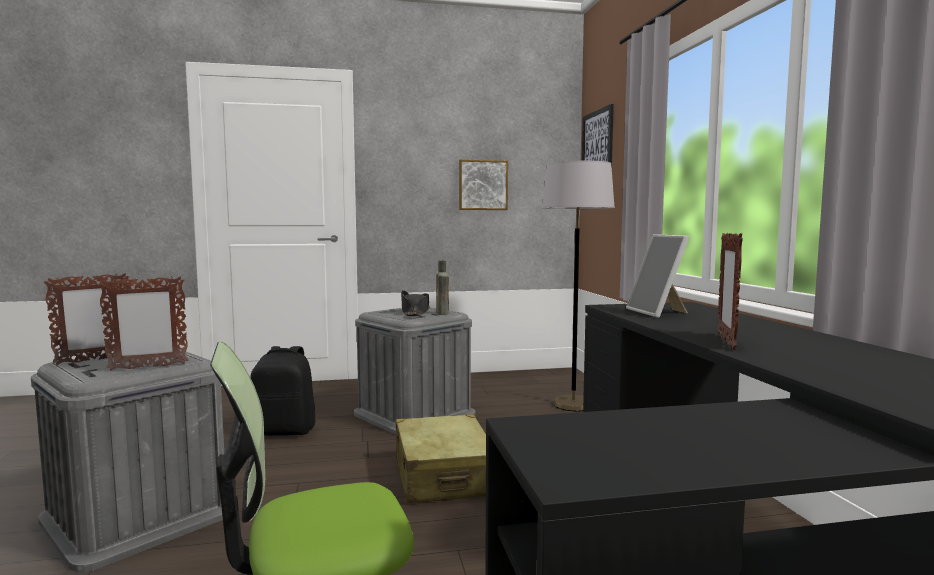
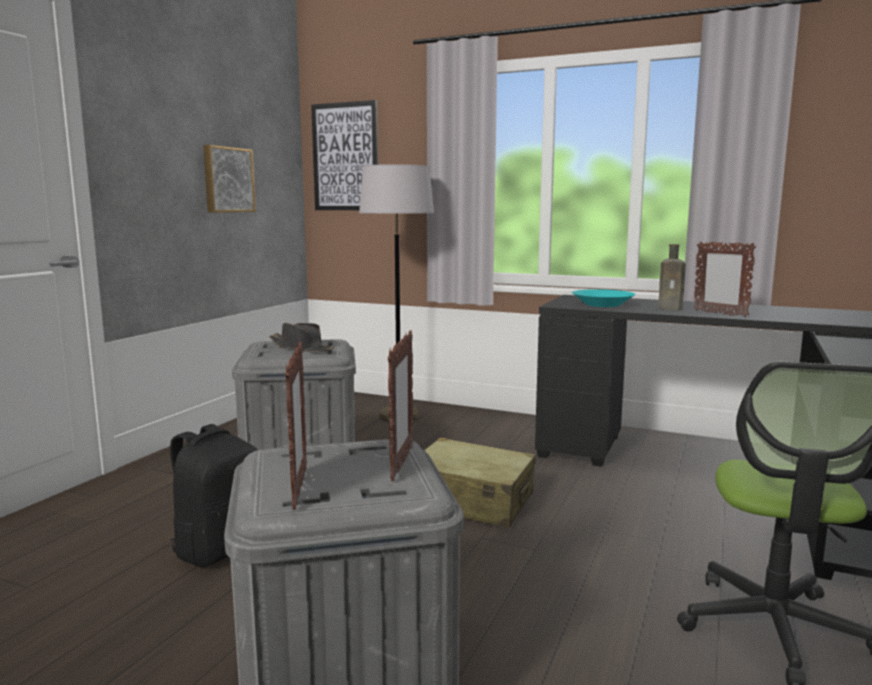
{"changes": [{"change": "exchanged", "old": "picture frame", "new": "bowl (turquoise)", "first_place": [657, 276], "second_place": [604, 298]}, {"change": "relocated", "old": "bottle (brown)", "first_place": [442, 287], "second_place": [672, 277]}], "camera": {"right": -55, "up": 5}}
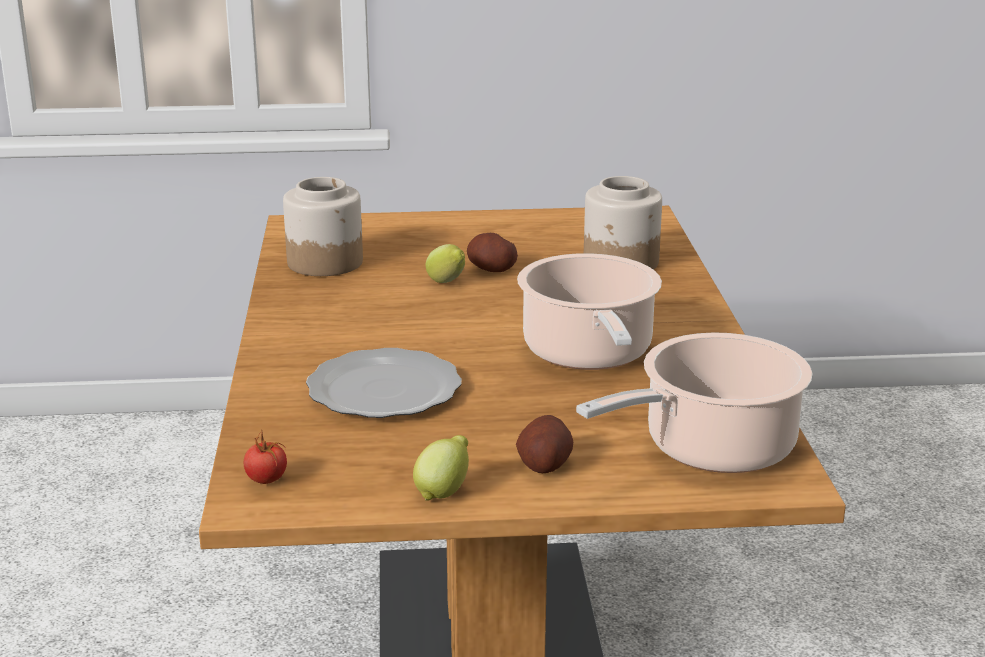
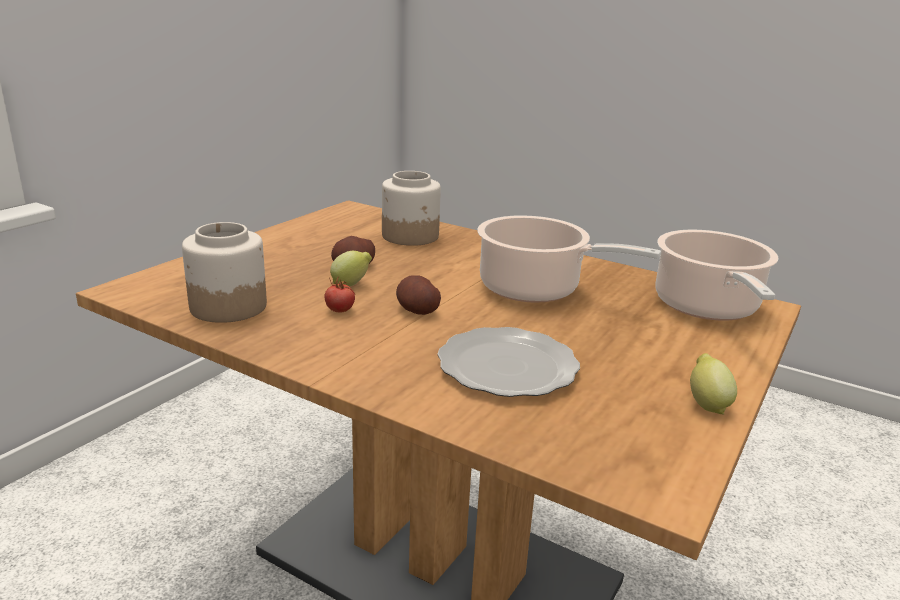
{"changes": [{"change": "relocated", "old": "tomato", "first_place": [265, 456], "second_place": [339, 293]}, {"change": "relocated", "old": "potato", "first_place": [544, 444], "second_place": [418, 295]}], "camera": {"right": -55, "up": 0}}
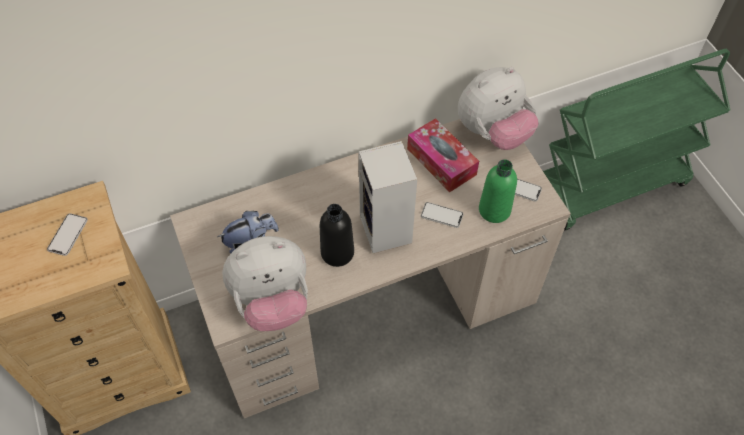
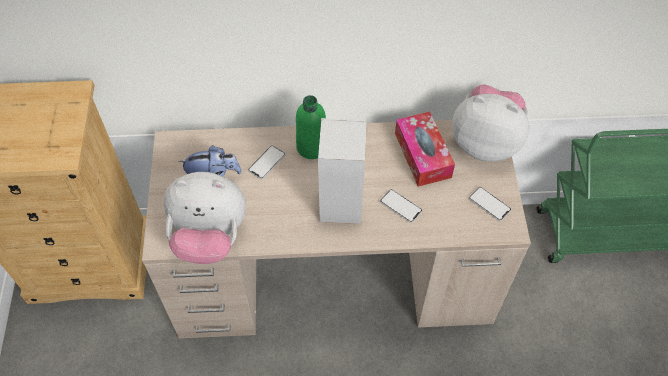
{"changes": [{"change": "relocated", "old": "phone", "first_place": [67, 234], "second_place": [267, 162]}, {"change": "relocated", "old": "bottle (green)", "first_place": [498, 191], "second_place": [311, 127]}, {"change": "spun", "old": "plush toy", "first_place": [498, 108], "second_place": [490, 123], "degrees": -150}, {"change": "missing", "old": "bottle (black)", "first_place": [337, 235]}], "camera": {"right": 20, "up": 0}}
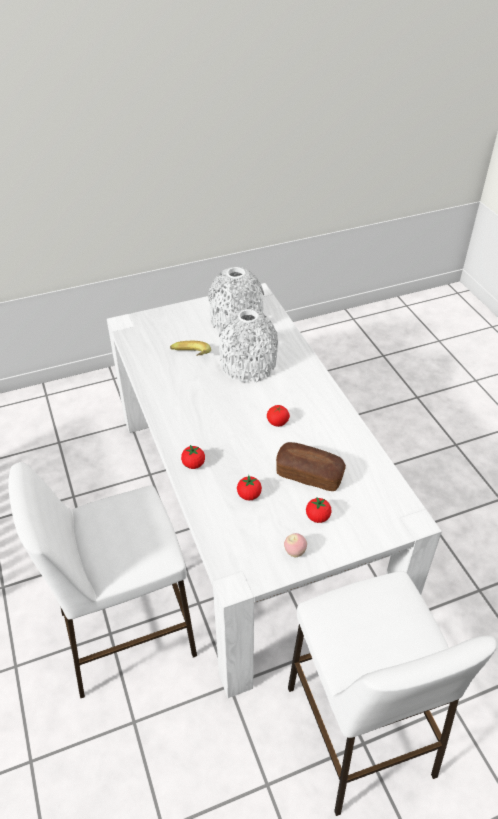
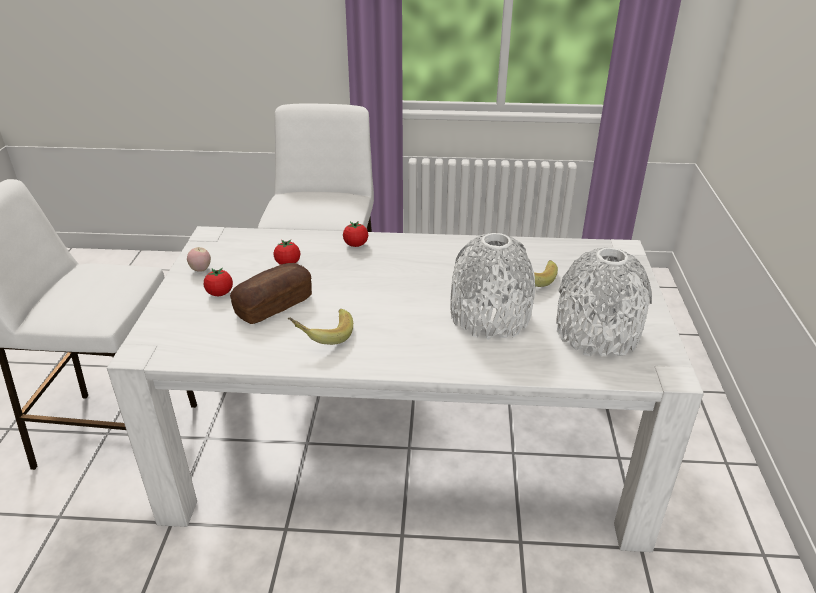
{"changes": [{"change": "appeared", "new": "banana", "second_place": [320, 327]}, {"change": "missing", "old": "tomato", "first_place": [278, 416]}], "camera": {"right": 115, "up": -10}}
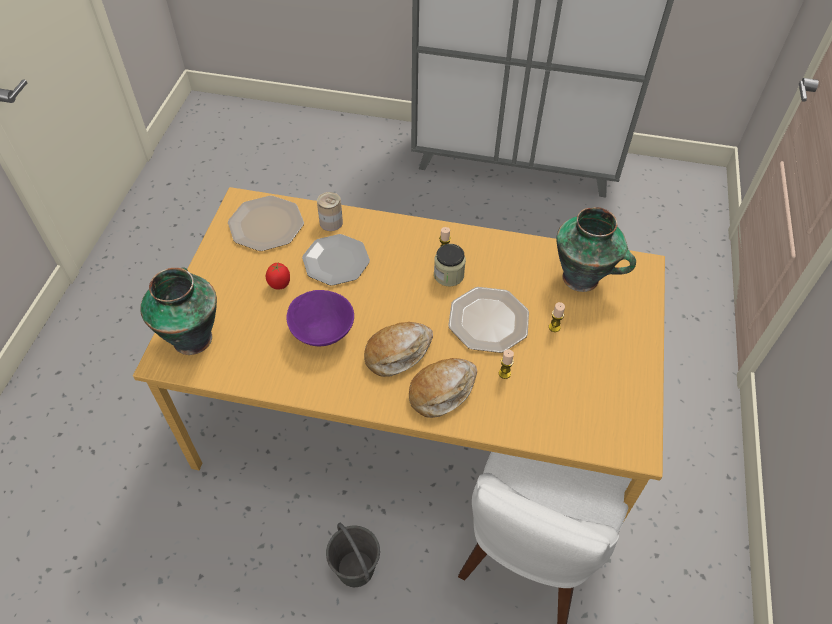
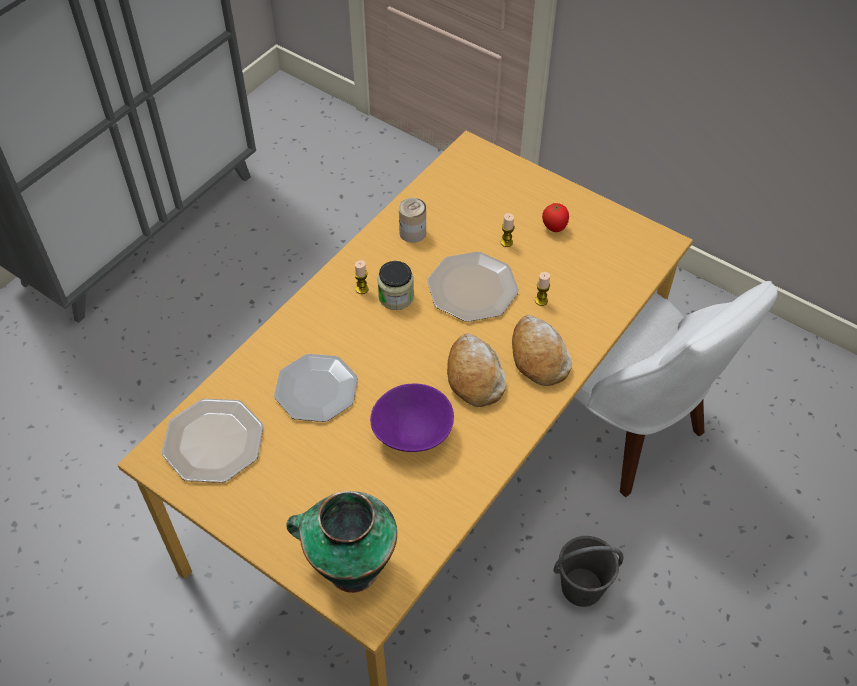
{"changes": [{"change": "relocated", "old": "can", "first_place": [330, 211], "second_place": [412, 220]}, {"change": "relocated", "old": "tomato", "first_place": [278, 276], "second_place": [555, 217]}, {"change": "missing", "old": "vase", "first_place": [596, 249]}], "camera": {"right": -65, "up": 0}}
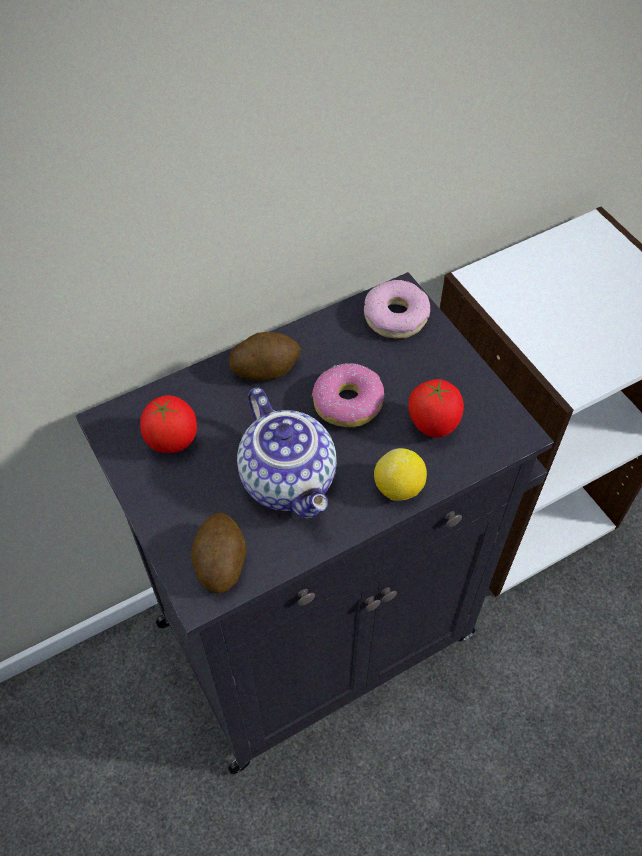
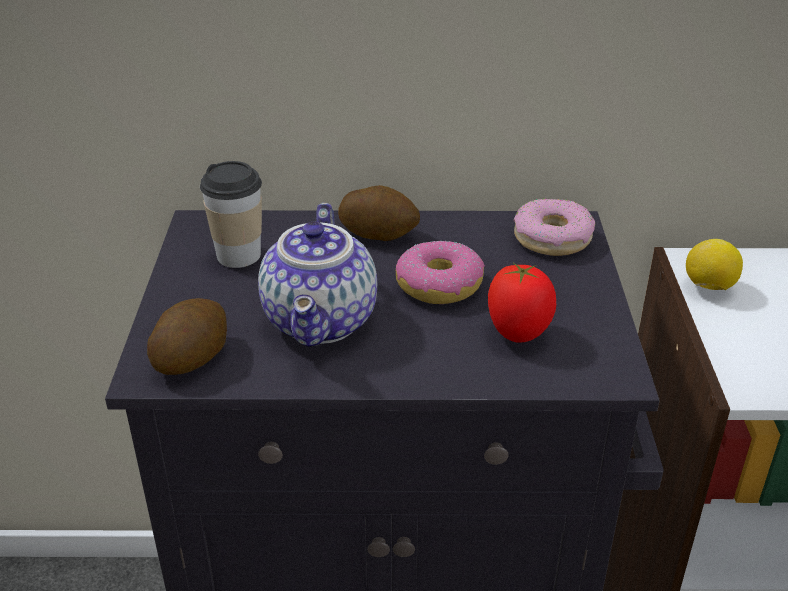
{"changes": [{"change": "exchanged", "old": "tomato", "new": "cup", "first_place": [168, 424], "second_place": [231, 214]}, {"change": "relocated", "old": "lemon", "first_place": [400, 474], "second_place": [714, 264]}], "camera": {"right": 30, "up": -20}}
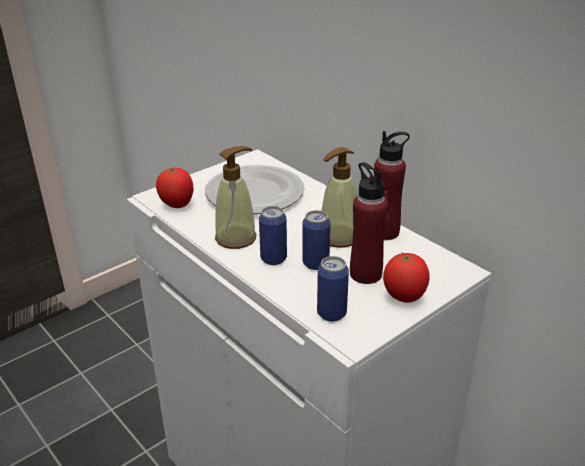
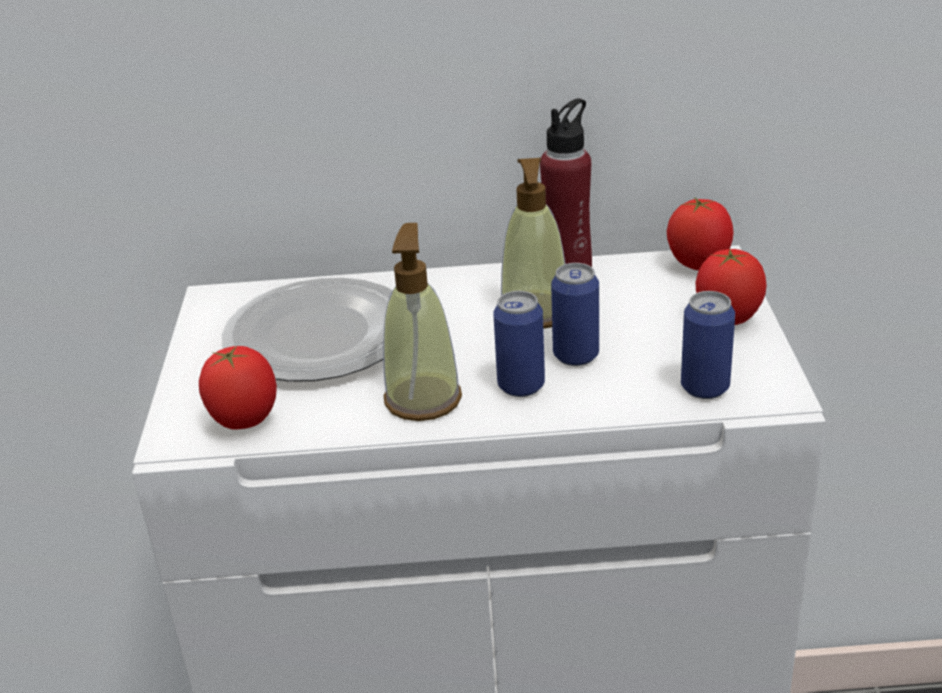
{"changes": [{"change": "appeared", "new": "tomato", "second_place": [700, 233]}, {"change": "missing", "old": "bottle (red)", "first_place": [369, 223]}], "camera": {"right": -50, "up": 0}}
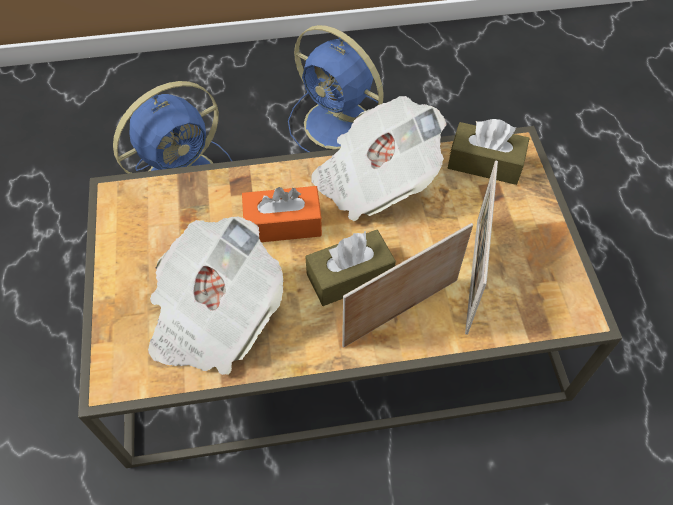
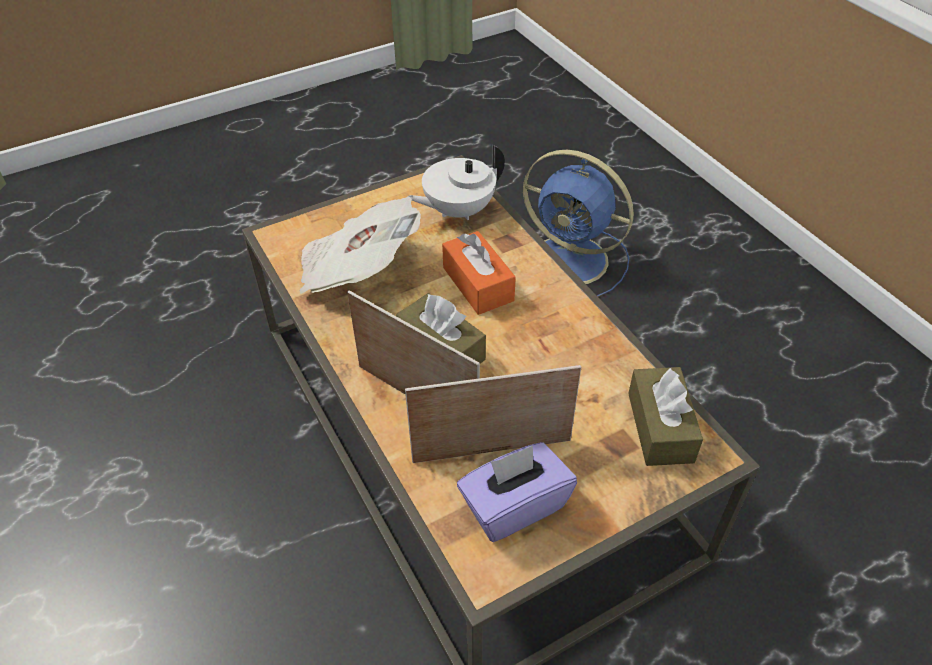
{"changes": [{"change": "appeared", "new": "teapot (white)", "second_place": [456, 182]}, {"change": "appeared", "new": "tissue box (purple)", "second_place": [517, 492]}, {"change": "missing", "old": "fan (blue)", "first_place": [336, 88]}, {"change": "missing", "old": "newspaper", "first_place": [379, 158]}], "camera": {"right": 70, "up": -10}}
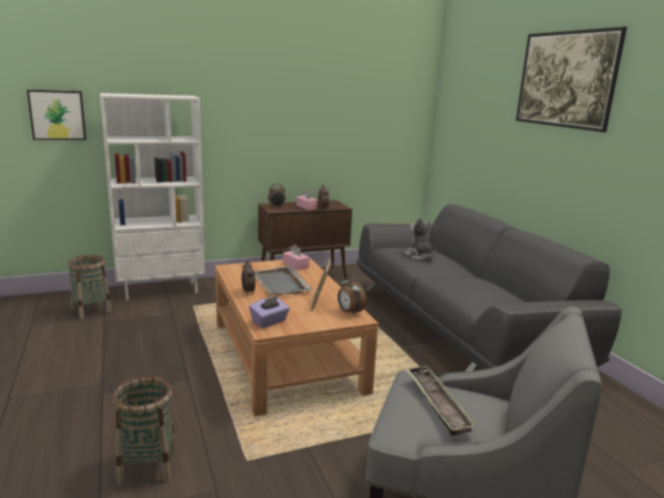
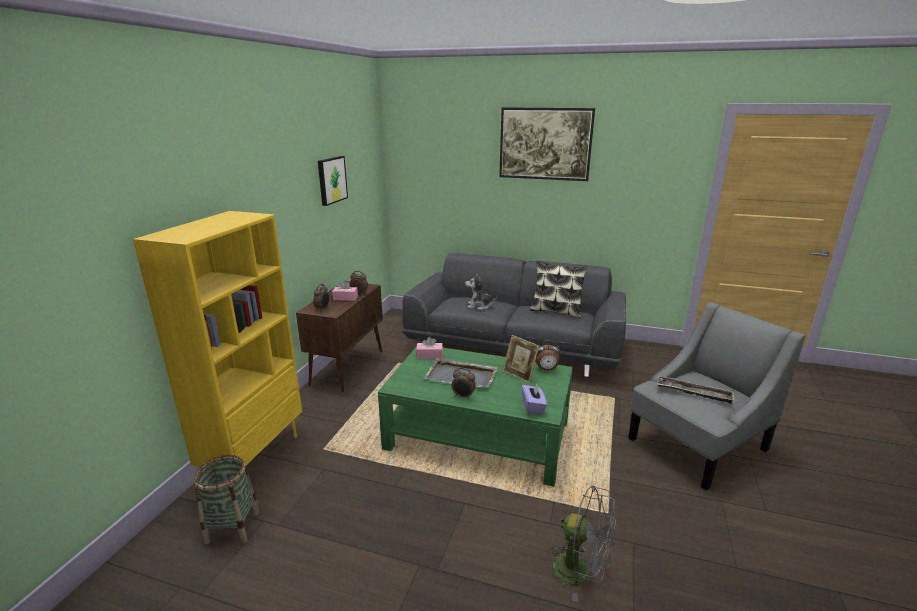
{"changes": [{"change": "colour", "old": "bookcase (white)", "new": "bookcase (yellow)", "first_place": [152, 197], "second_place": [217, 339]}, {"change": "relocated", "old": "picture", "first_place": [56, 115], "second_place": [333, 181]}, {"change": "colour", "old": "coffee table (brown)", "new": "coffee table (green)", "first_place": [296, 337], "second_place": [475, 416]}, {"change": "appeared", "new": "pillow", "second_place": [559, 289]}, {"change": "exchanged", "old": "basket", "new": "fan (grey)", "first_place": [144, 431], "second_place": [581, 544]}], "camera": {"right": -50, "up": 5}}
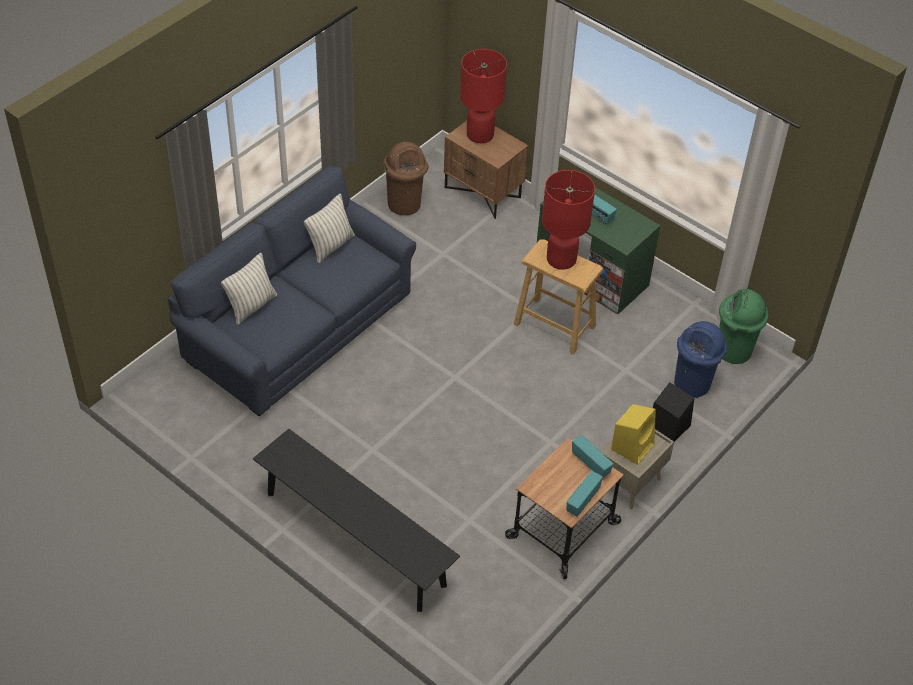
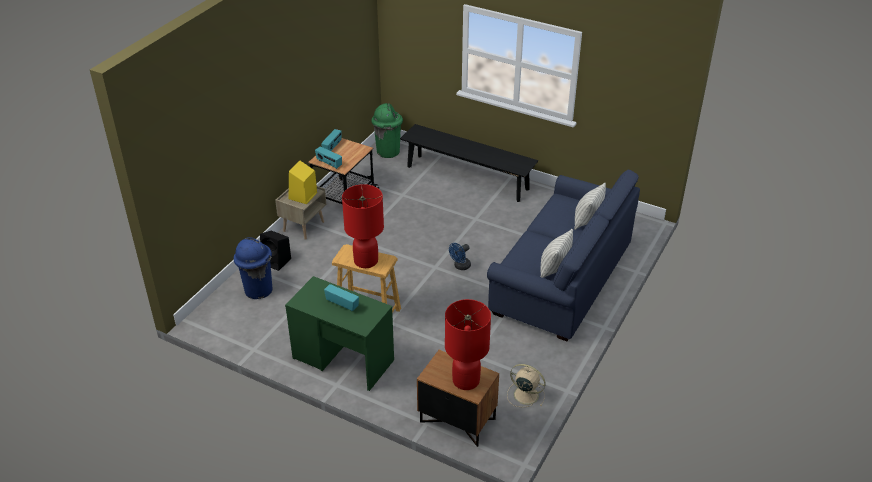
{"changes": [{"change": "relocated", "old": "trash can (green)", "first_place": [743, 326], "second_place": [387, 130]}, {"change": "appeared", "new": "fan (blue)", "second_place": [460, 256]}, {"change": "exchanged", "old": "trash can (brown)", "new": "fan (beige)", "first_place": [405, 178], "second_place": [526, 385]}], "camera": {"right": 170, "up": -10}}
